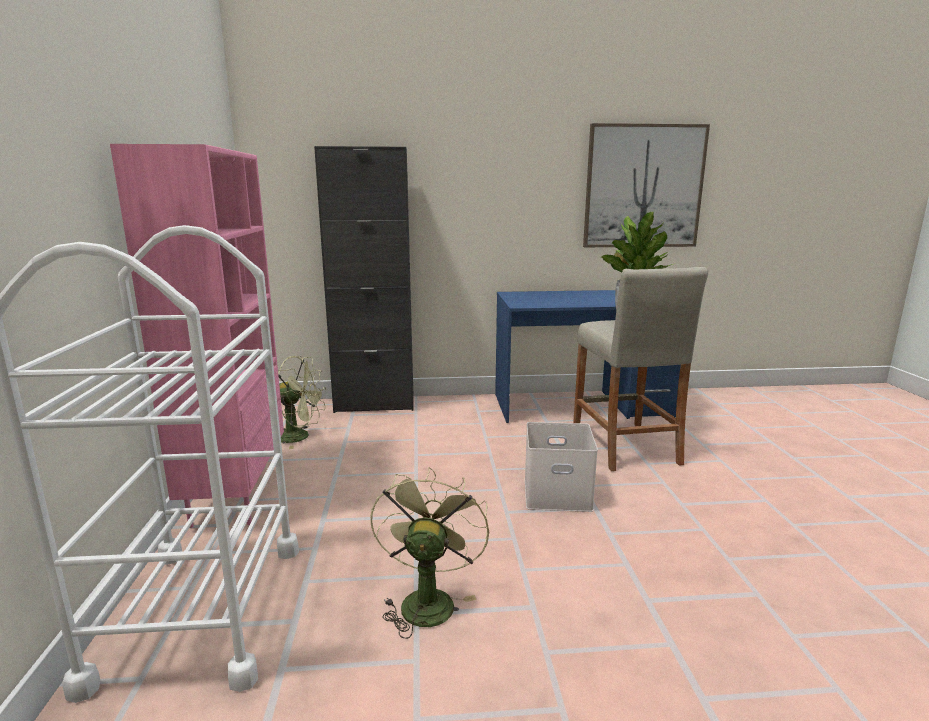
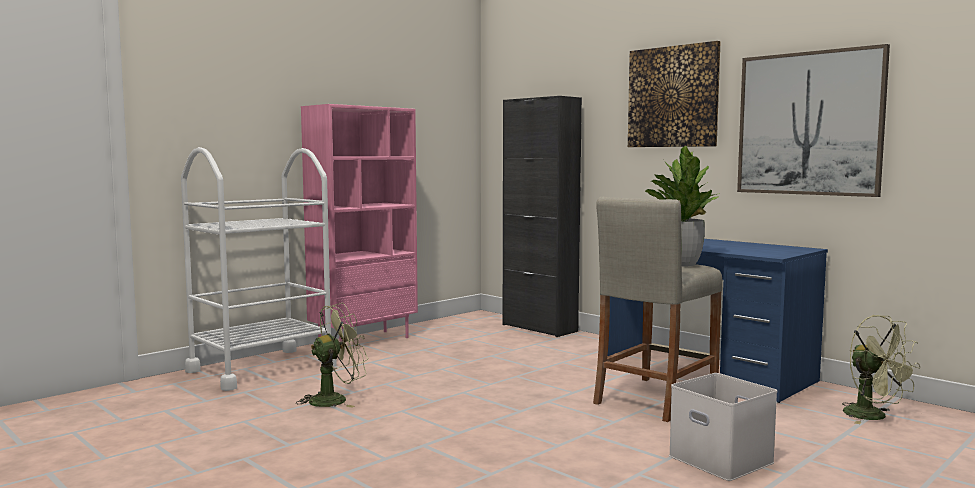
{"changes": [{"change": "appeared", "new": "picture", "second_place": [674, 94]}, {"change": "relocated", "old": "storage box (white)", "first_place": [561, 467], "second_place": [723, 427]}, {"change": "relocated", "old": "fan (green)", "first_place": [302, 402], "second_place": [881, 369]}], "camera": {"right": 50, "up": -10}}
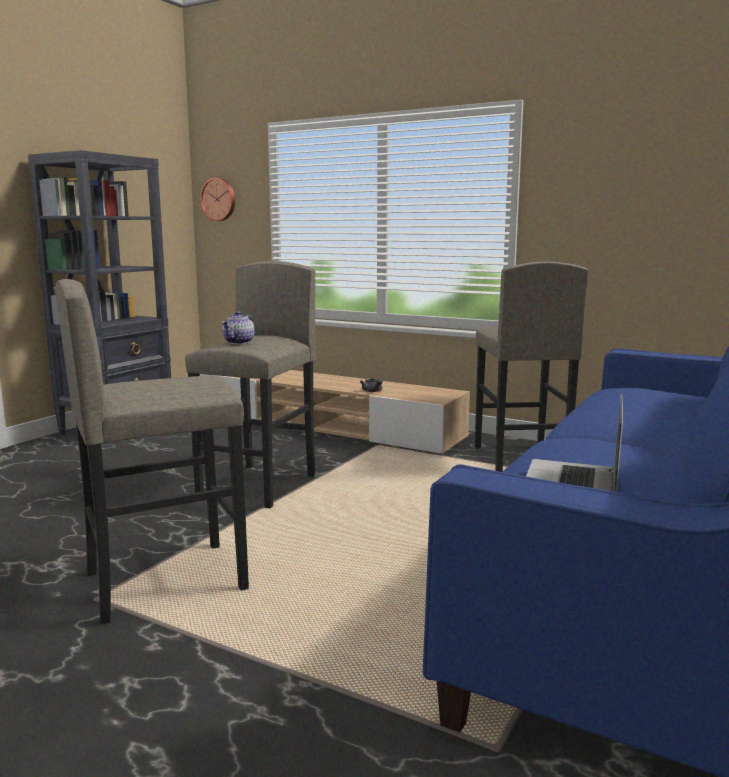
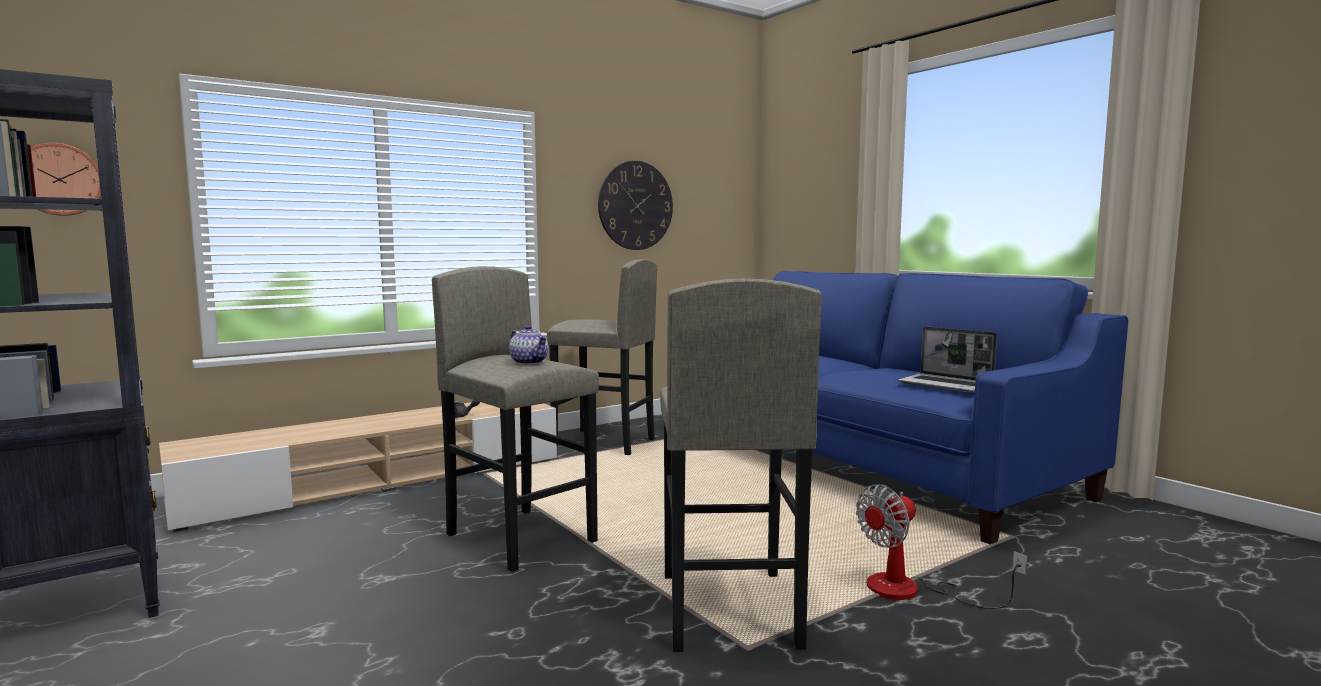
{"changes": [{"change": "appeared", "new": "wall clock", "second_place": [635, 205]}, {"change": "appeared", "new": "fan", "second_place": [941, 546]}], "camera": {"right": -65, "up": -5}}
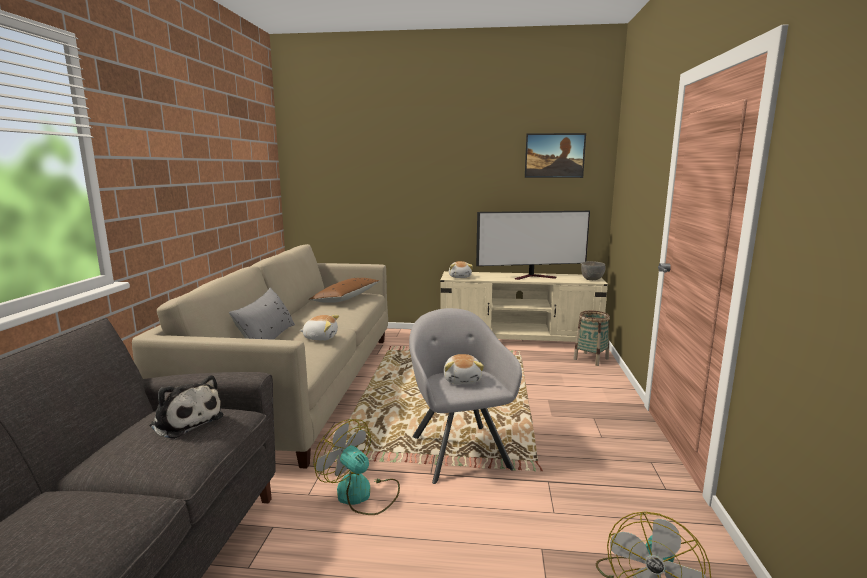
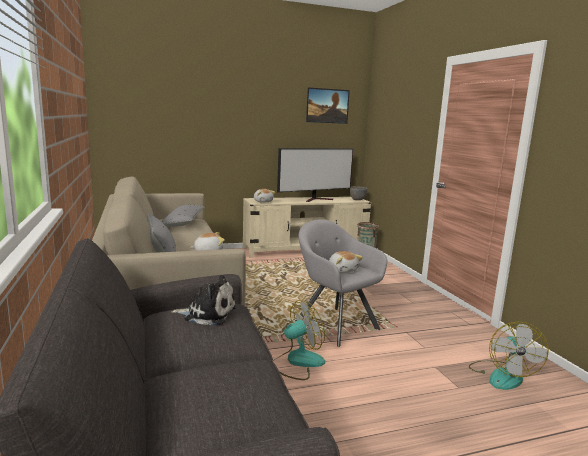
{"changes": [{"change": "colour", "old": "pillow (brown)", "new": "pillow (grey)", "first_place": [344, 290], "second_place": [182, 216]}, {"change": "spun", "old": "fan", "first_place": [356, 467], "second_place": [298, 340], "degrees": 135}], "camera": {"right": -25, "up": 0}}
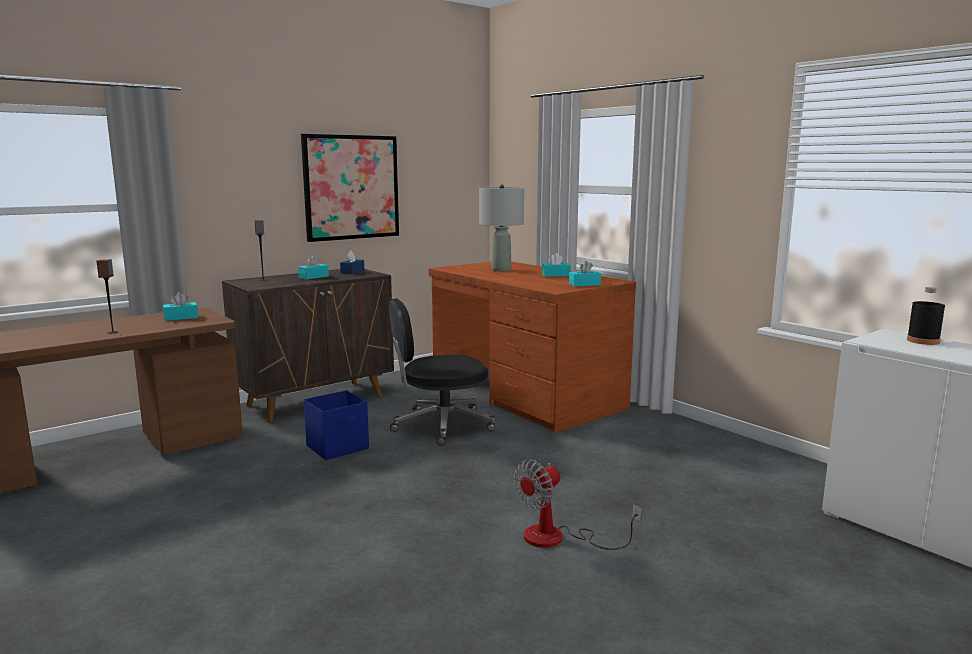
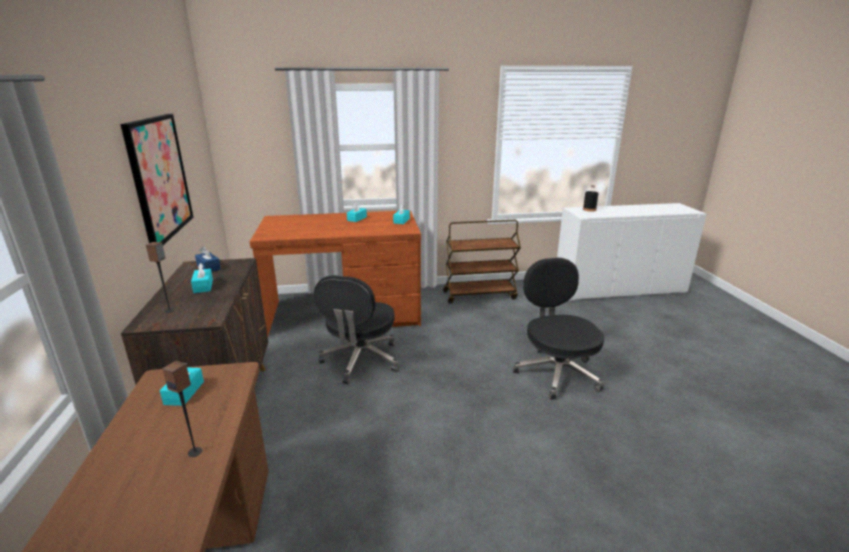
{"changes": [{"change": "appeared", "new": "cart (brown)", "second_place": [482, 262]}, {"change": "exchanged", "old": "fan", "new": "office chair (black)", "first_place": [578, 504], "second_place": [558, 329]}, {"change": "missing", "old": "storage box (blue)", "first_place": [336, 425]}, {"change": "missing", "old": "table lamp (grey)", "first_place": [501, 227]}], "camera": {"right": -60, "up": 10}}
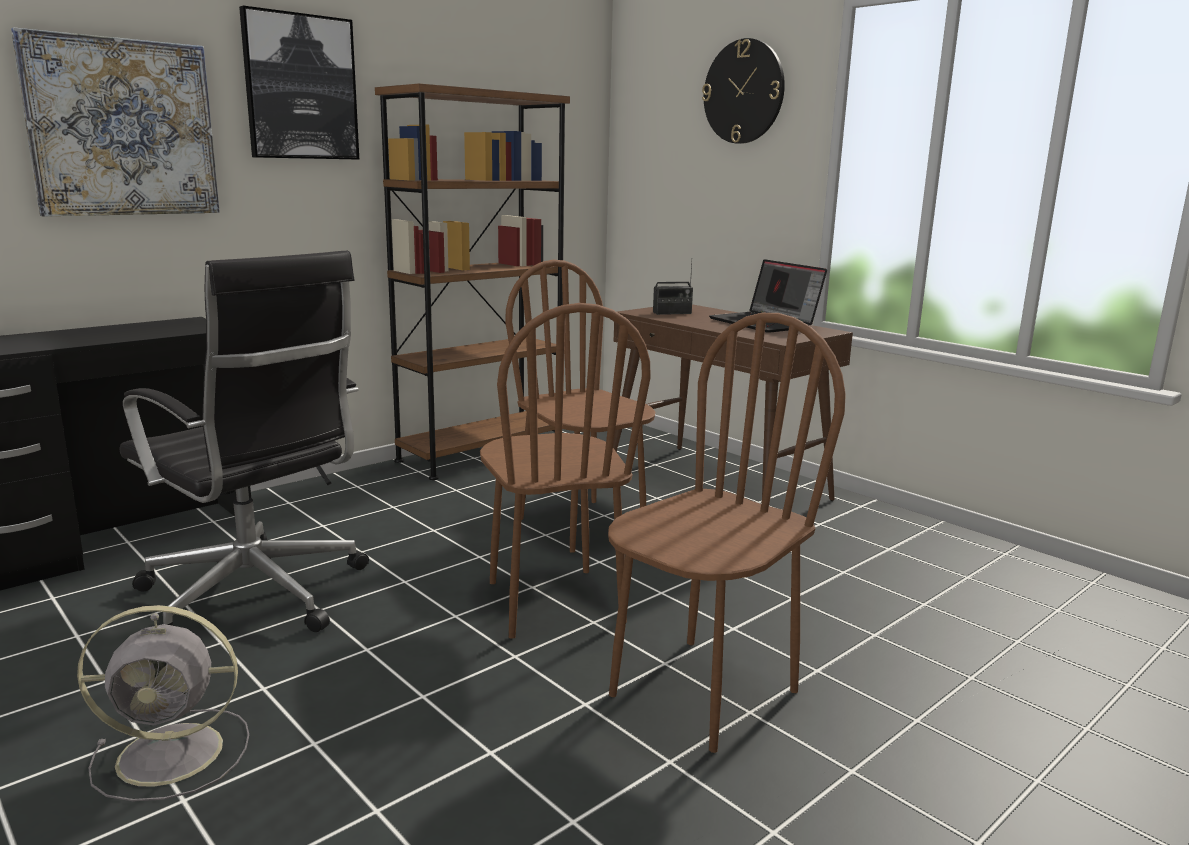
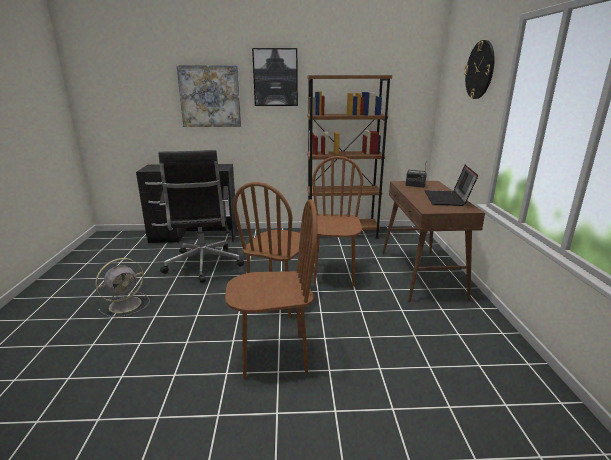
{"changes": [{"change": "spun", "old": "fan (grey)", "first_place": [163, 703], "second_place": [123, 287], "degrees": -75}], "camera": {"right": 40, "up": 5}}
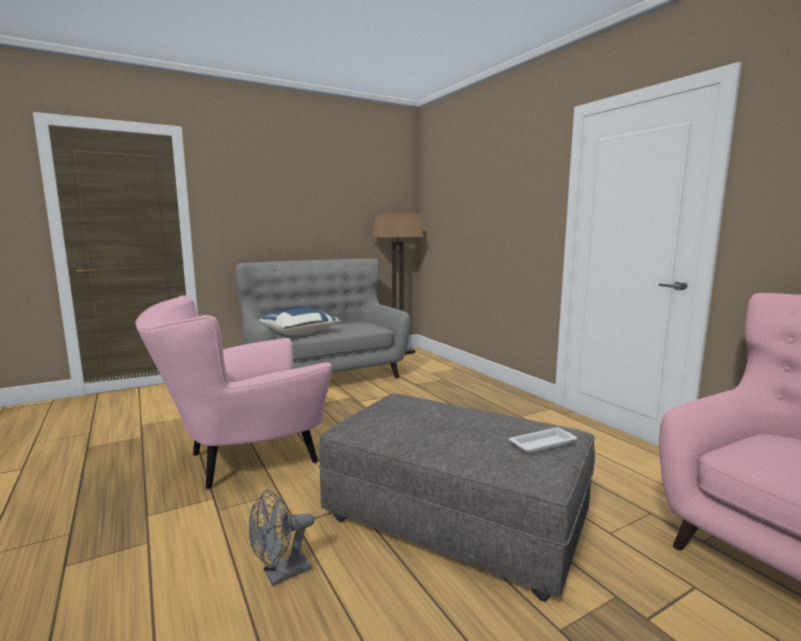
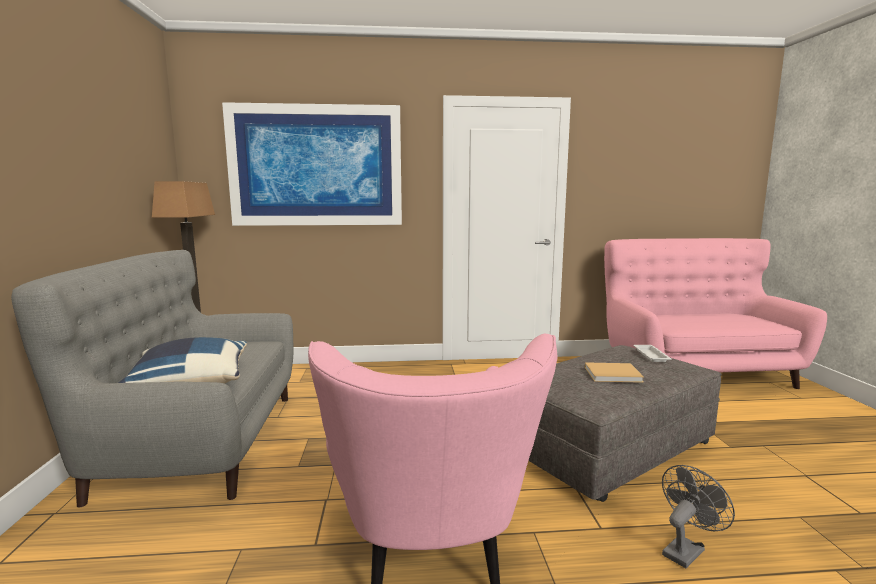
{"changes": [{"change": "appeared", "new": "picture", "second_place": [312, 164]}, {"change": "appeared", "new": "book (beige)", "second_place": [614, 372]}, {"change": "spun", "old": "fan (grey)", "first_place": [282, 537], "second_place": [698, 516], "degrees": -120}], "camera": {"right": -65, "up": 0}}
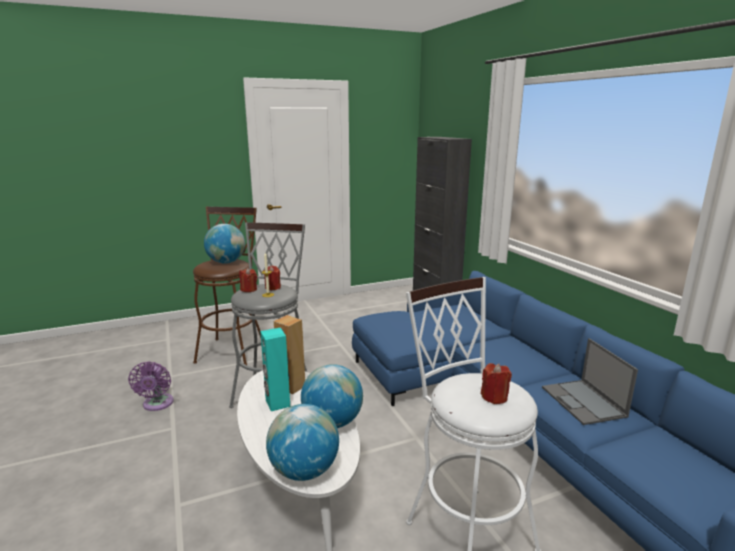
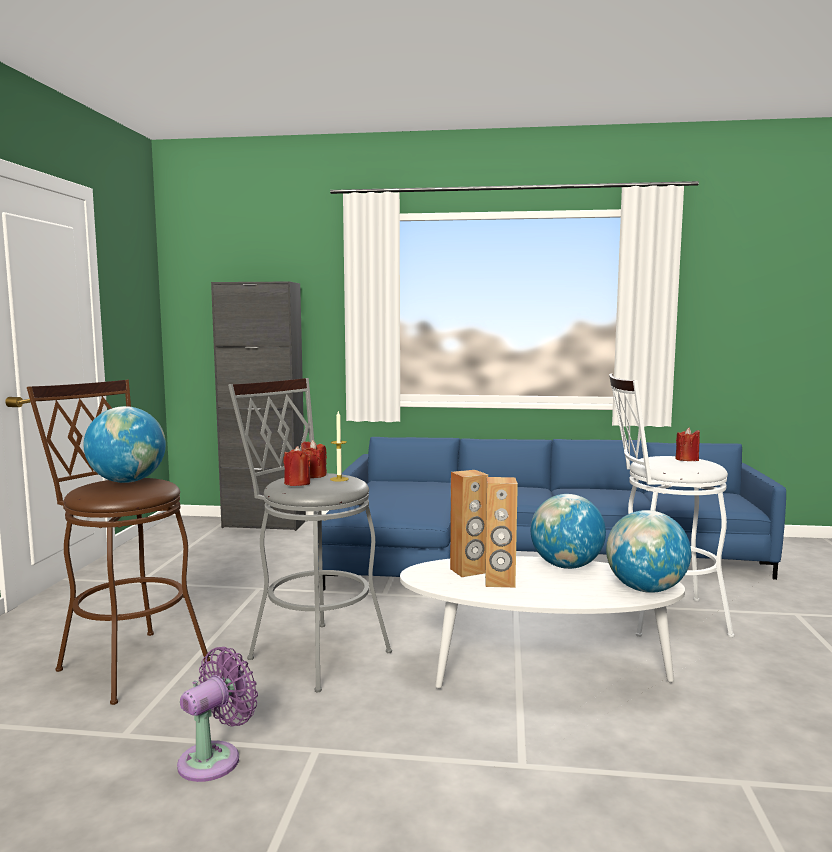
{"changes": [{"change": "spun", "old": "fan (purple)", "first_place": [151, 386], "second_place": [217, 714], "degrees": -75}, {"change": "colour", "old": "speaker (turquoise)", "new": "speaker (brown)", "first_place": [275, 369], "second_place": [501, 532]}, {"change": "missing", "old": "laptop", "first_place": [590, 381]}], "camera": {"right": -60, "up": -10}}
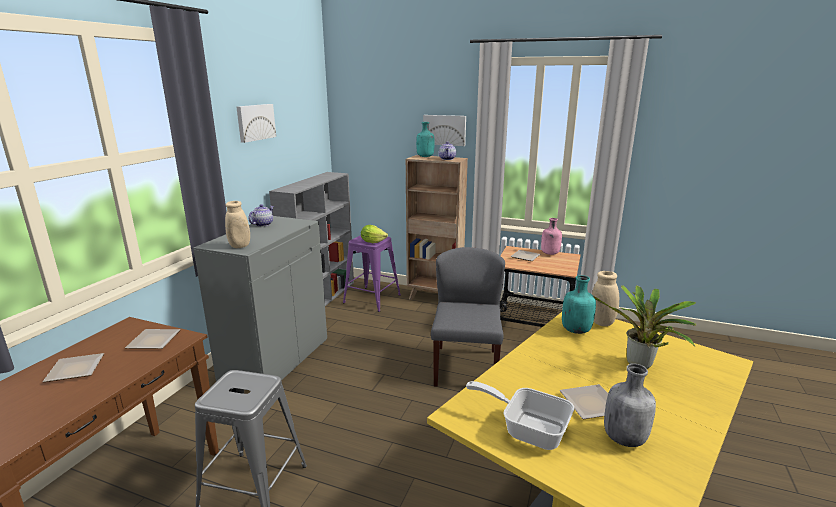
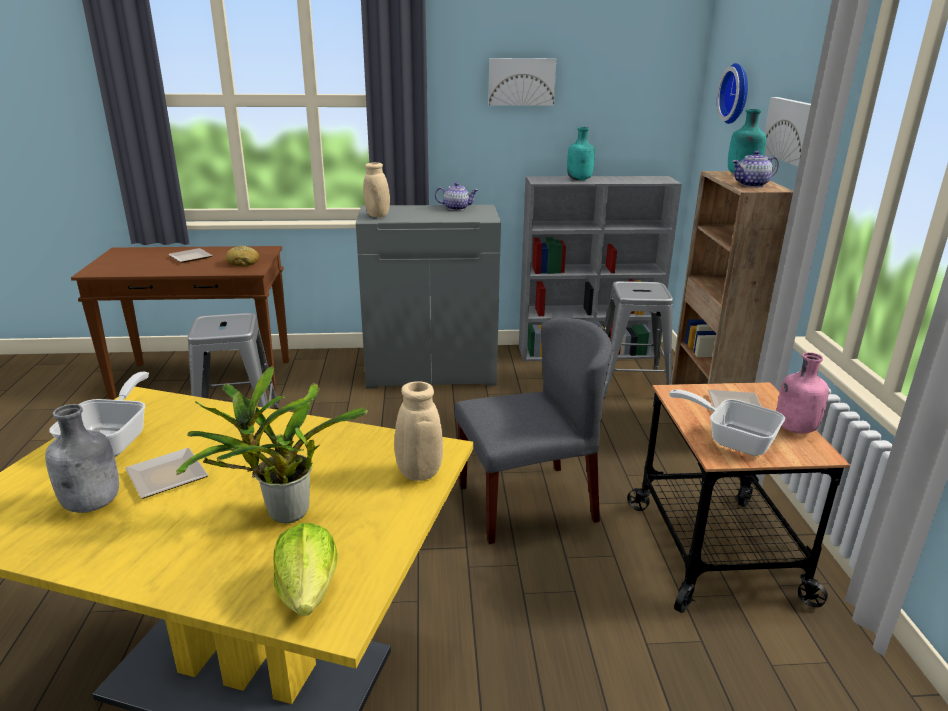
{"changes": [{"change": "exchanged", "old": "plate", "new": "bread", "first_place": [153, 339], "second_place": [242, 255]}, {"change": "relocated", "old": "lettuce", "first_place": [374, 234], "second_place": [305, 569]}, {"change": "relocated", "old": "bottle (turquoise)", "first_place": [579, 304], "second_place": [581, 153]}, {"change": "colour", "old": "stool (purple)", "new": "stool (grey)", "first_place": [372, 273], "second_place": [638, 339]}, {"change": "appeared", "new": "frying pan", "second_place": [727, 423]}, {"change": "appeared", "new": "wall clock", "second_place": [732, 93]}], "camera": {"right": 65, "up": 5}}
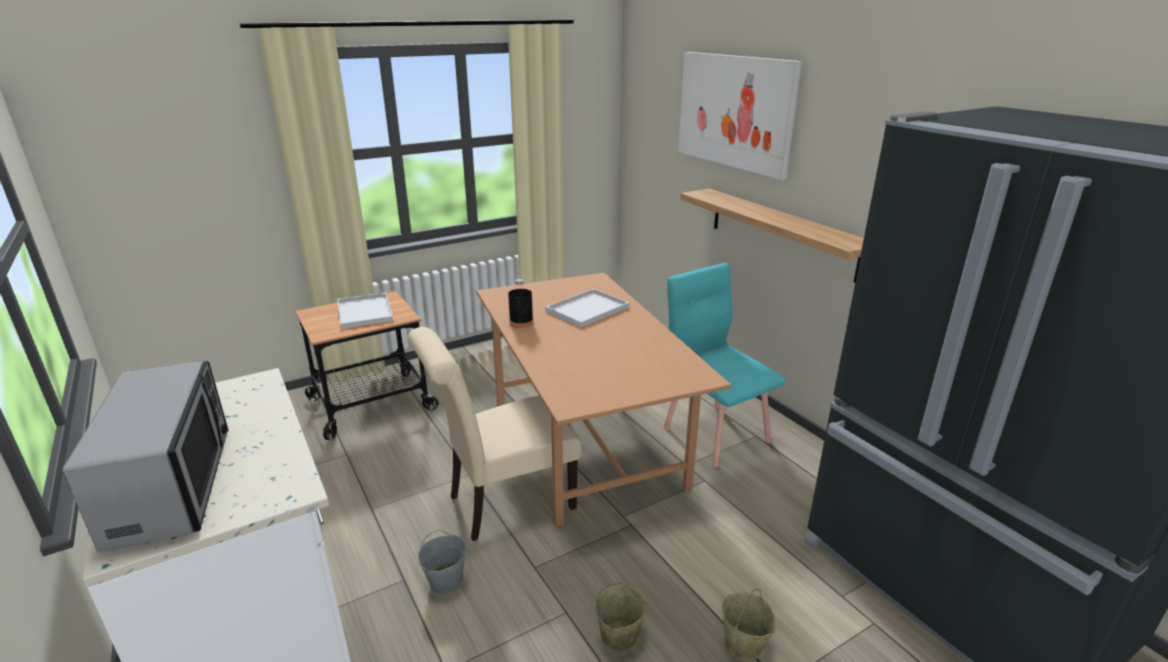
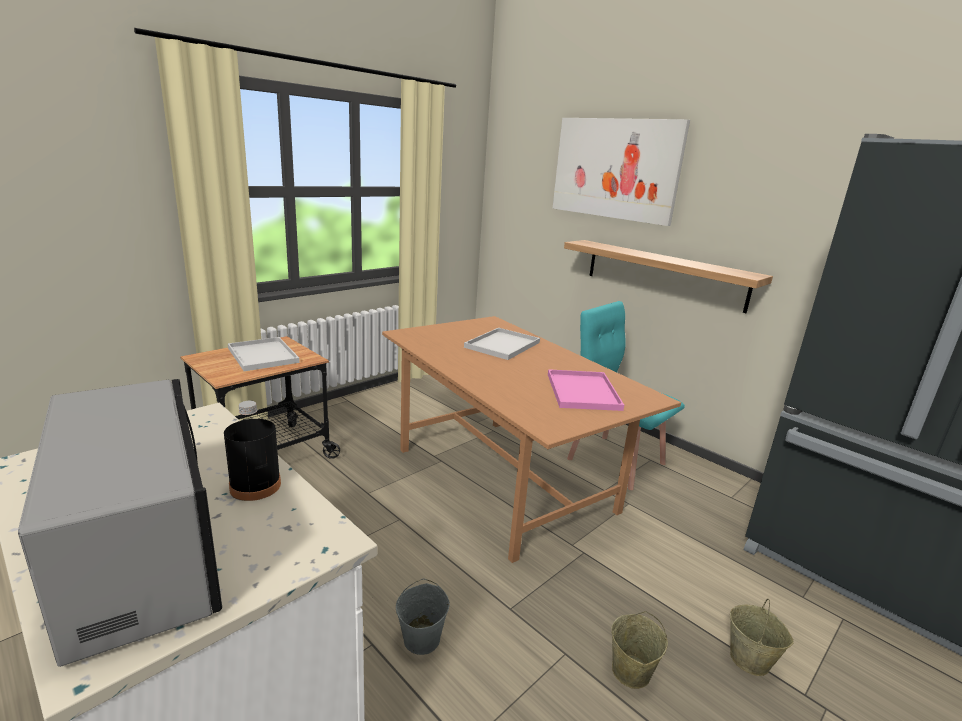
{"changes": [{"change": "relocated", "old": "bottle (black)", "first_place": [520, 303], "second_place": [252, 451]}, {"change": "appeared", "new": "tray (pink)", "second_place": [586, 390]}, {"change": "missing", "old": "chair (beige)", "first_place": [494, 434]}], "camera": {"right": -15, "up": -5}}
